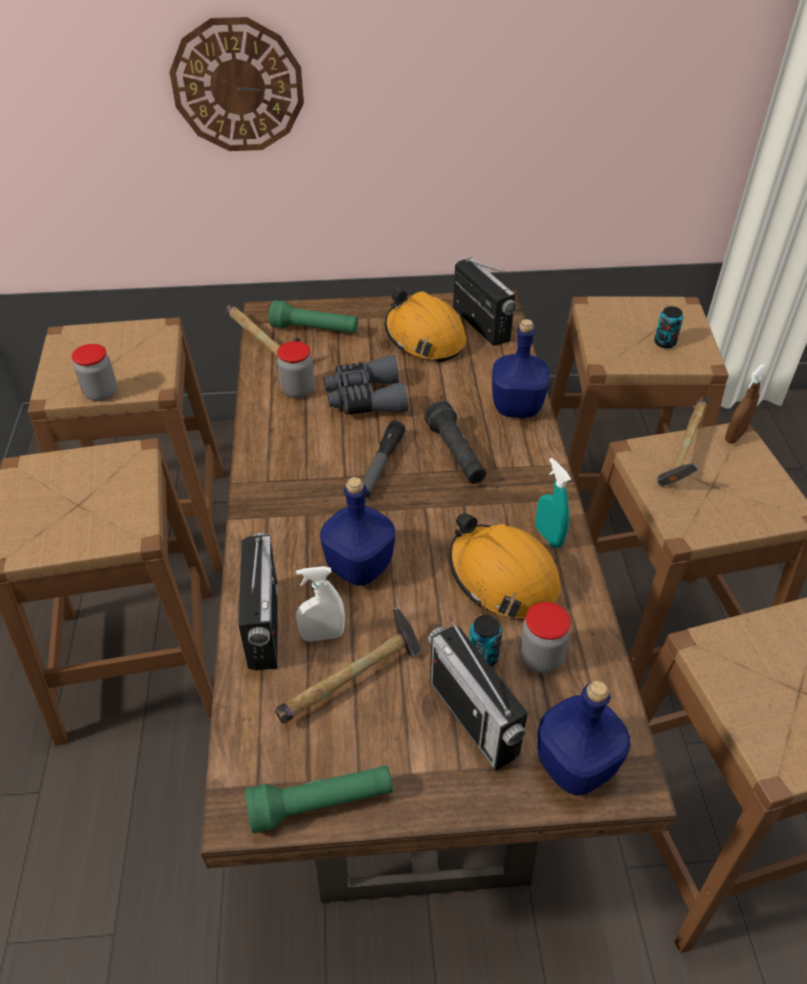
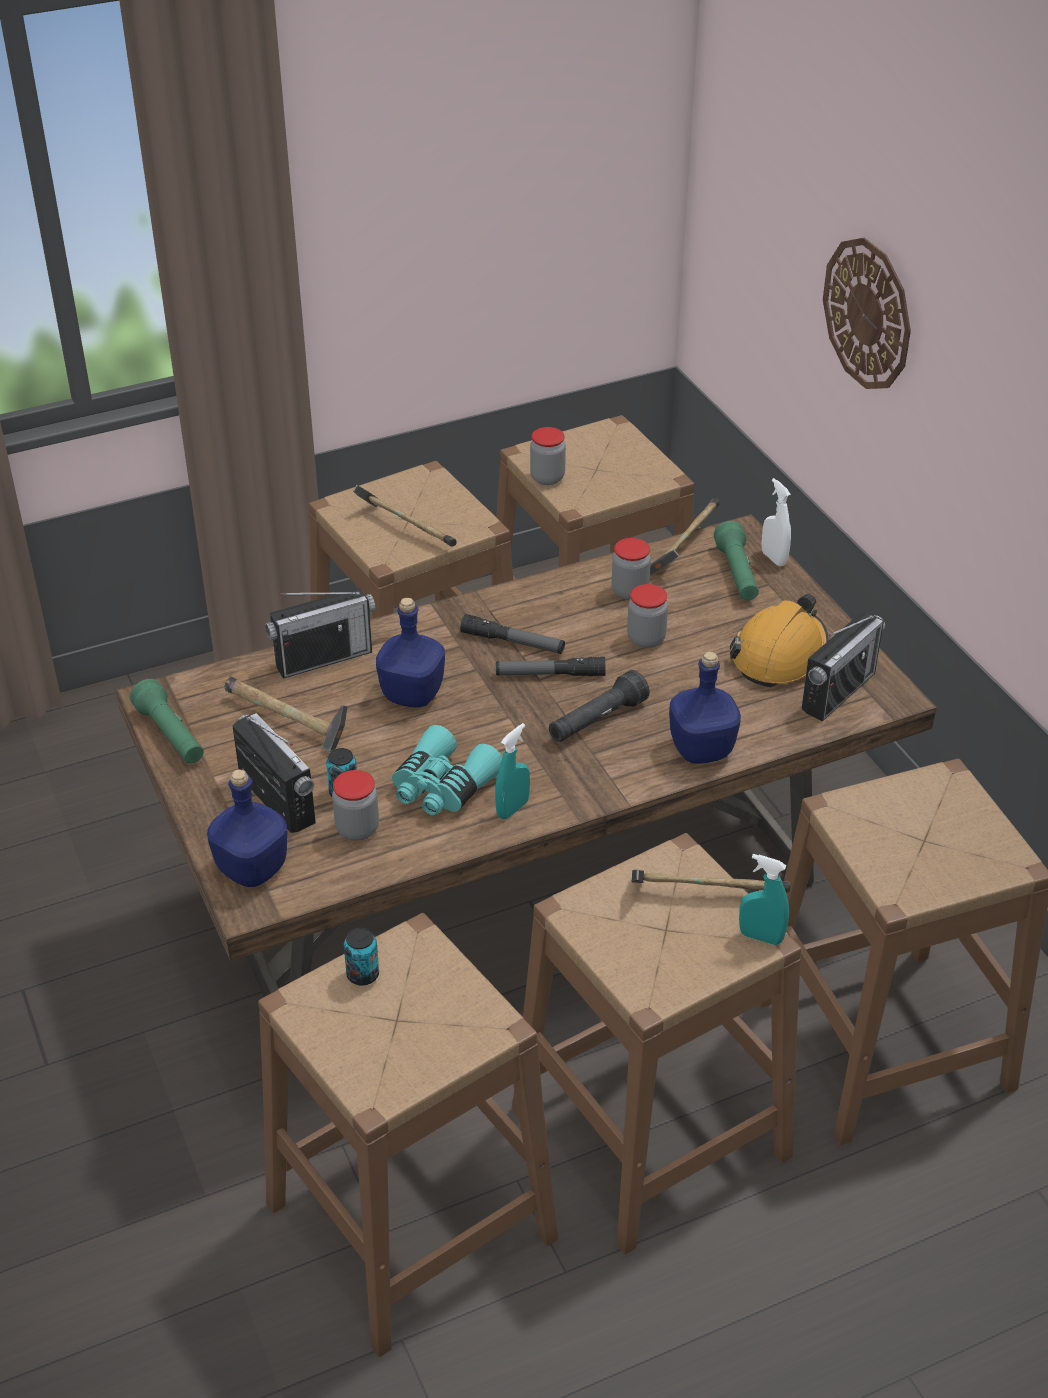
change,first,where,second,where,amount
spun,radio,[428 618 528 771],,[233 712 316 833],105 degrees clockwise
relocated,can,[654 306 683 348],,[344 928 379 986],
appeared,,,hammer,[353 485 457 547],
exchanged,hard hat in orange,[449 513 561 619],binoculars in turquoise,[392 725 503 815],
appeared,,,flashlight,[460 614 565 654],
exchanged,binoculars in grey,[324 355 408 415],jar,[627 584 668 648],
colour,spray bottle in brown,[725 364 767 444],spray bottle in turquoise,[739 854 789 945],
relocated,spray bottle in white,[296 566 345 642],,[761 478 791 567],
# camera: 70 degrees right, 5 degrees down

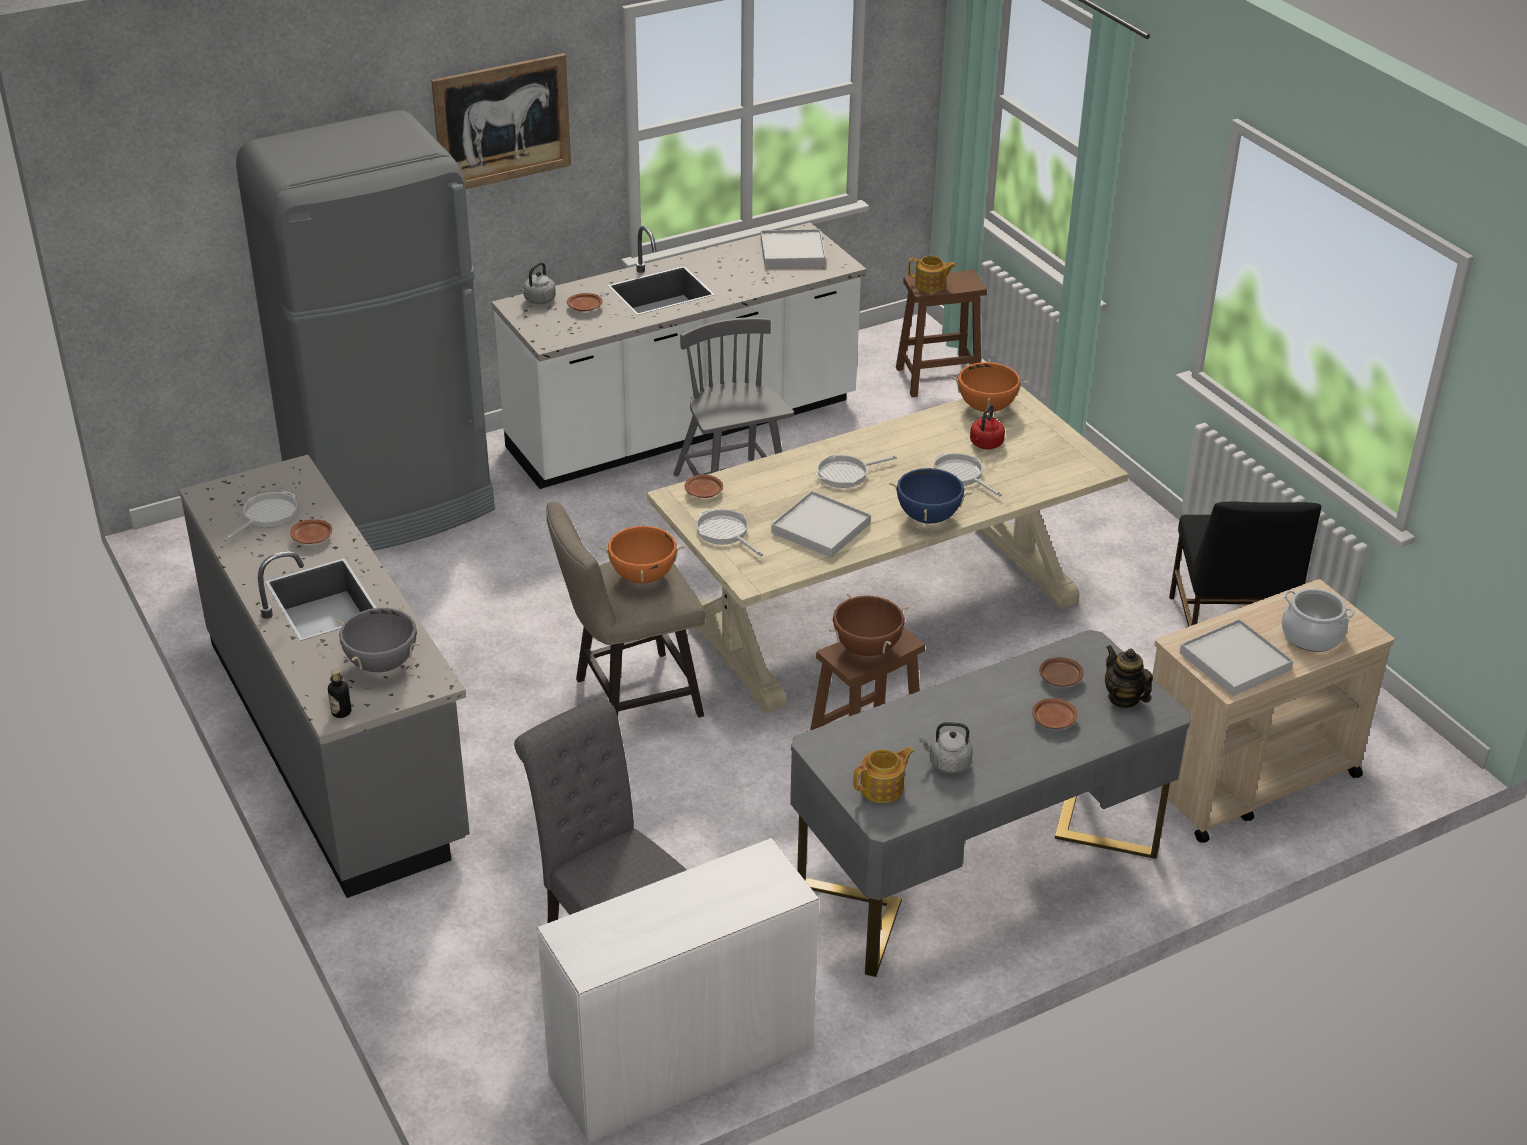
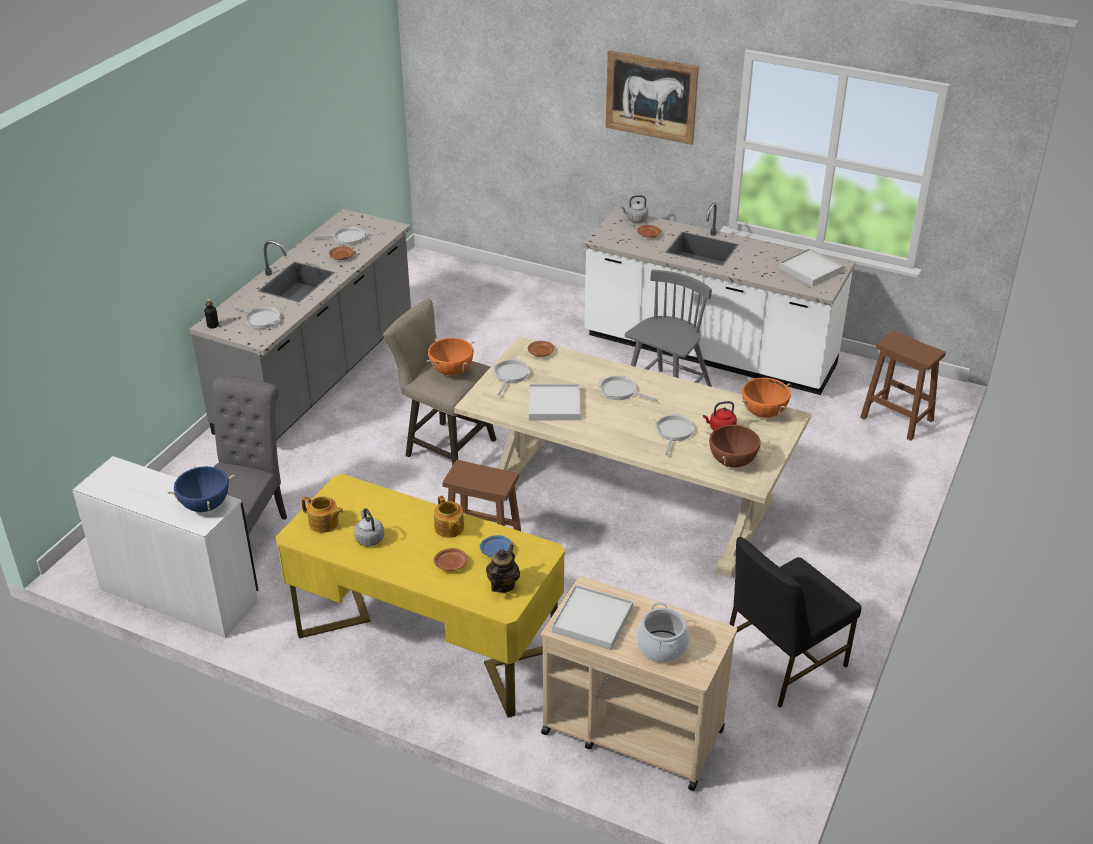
change,first,where,second,where,amount
relocated,cooking pot in blue,[889 465 972 524],,[167 465 234 512],
exchanged,cooking pot in grey,[337 605 420 673],frying pan,[231 304 280 329],
colour,desk in grey,[790 630 1191 977],desk in yellow,[276 474 565 718],
relocated,teapot,[908 256 957 292],,[434 495 464 538],
colour,plate in brown,[1039 657 1084 687],plate in blue,[480 535 513 557],
relocated,cooking pot in brown,[829 594 908 656],,[705 424 765 468],
missing,fridge in grey,[236 110 495 551],,,
# camera: 55 degrees right, 0 degrees up

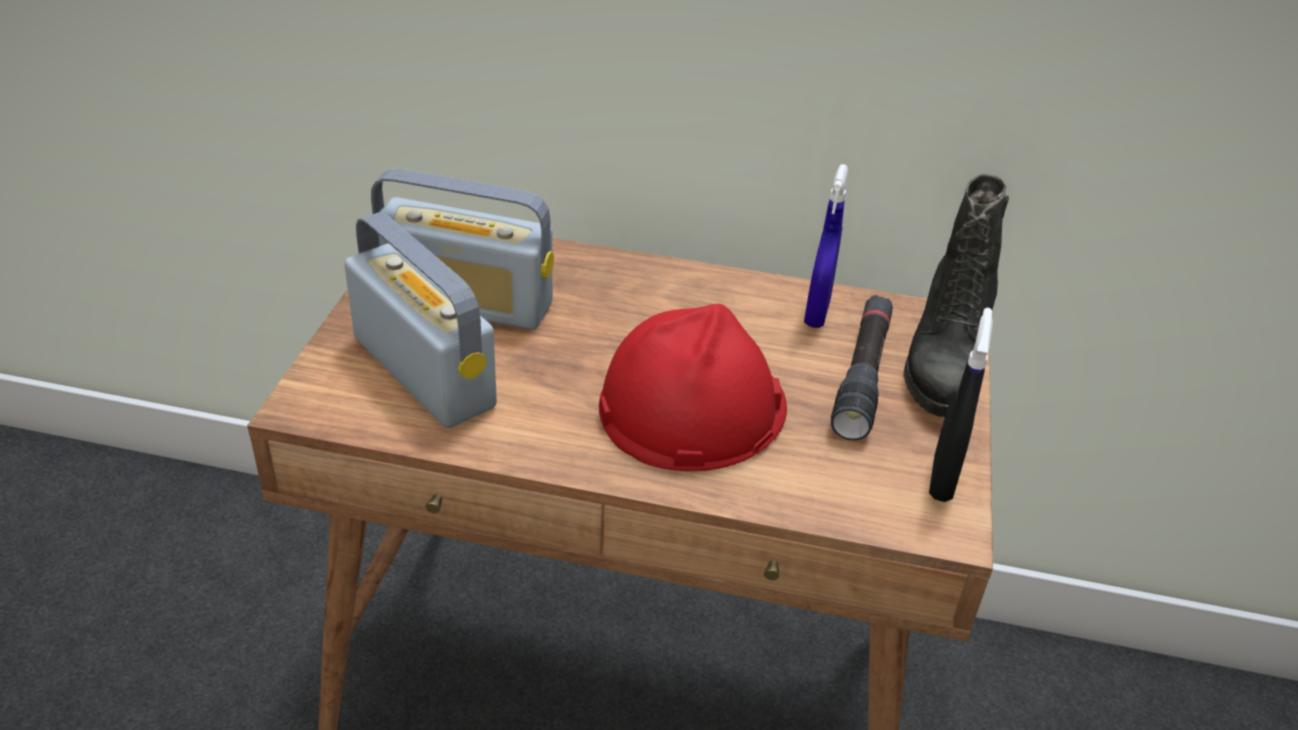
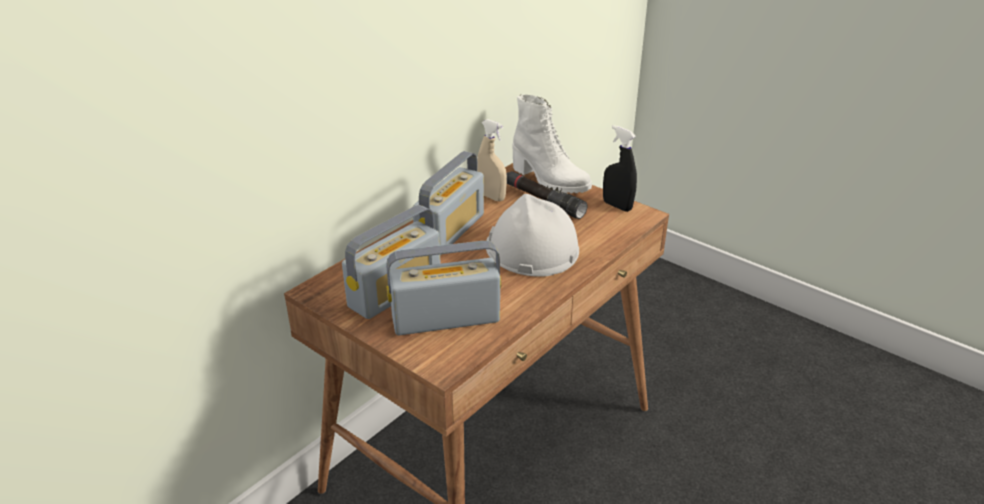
change,first,where,second,where,amount
appeared,,,radio,[413 151 484 255],
colour,spray bottle in blue,[804 164 848 328],spray bottle in beige,[477 119 507 201],
colour,hard hat in red,[599 304 787 471],hard hat in white,[486 194 579 277],
colour,boot in black,[903 174 1009 417],boot in white,[513 95 592 193],
# camera: 60 degrees left, 5 degrees down

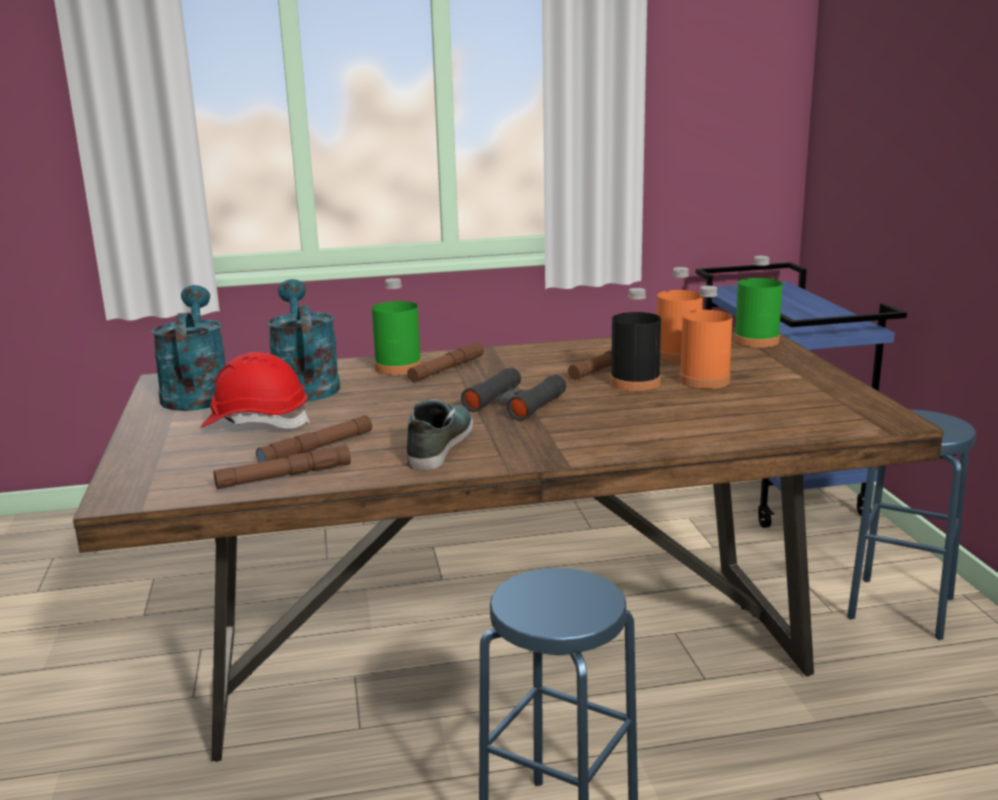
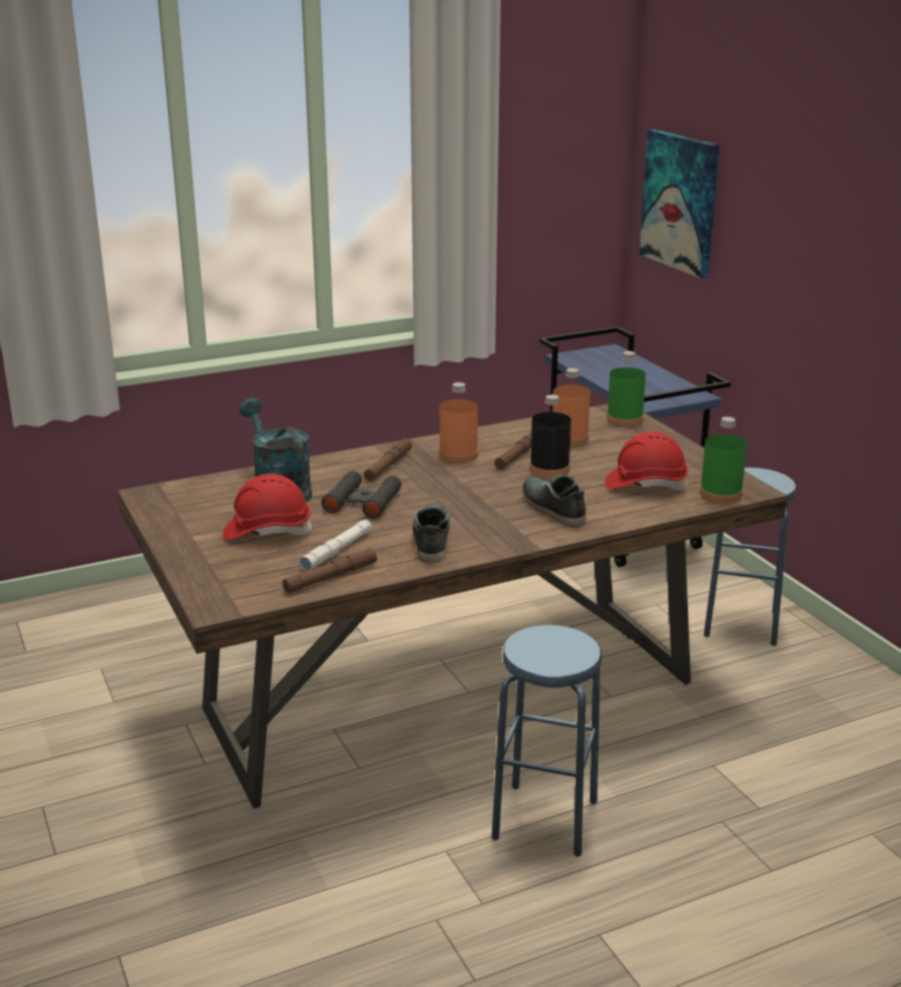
change,first,where,second,where,amount
colour,flashlight in brown,[256 415 372 462],flashlight in white,[299 519 372 571],
relocated,binoculars in black,[461 368 566 421],,[321 471 401 519],
relocated,bottle in orange,[679 285 732 389],,[439 382 478 463],
appeared,,,shoe,[522 475 586 527],
appeared,,,hard hat in red,[605 431 688 490],
appeared,,,picture,[639 129 719 279],
relocated,bottle in green,[372 278 422 375],,[700 417 747 503],
missing,watering can in turquoise,[151 285 225 411],,,
# camera: 15 degrees left, 5 degrees up

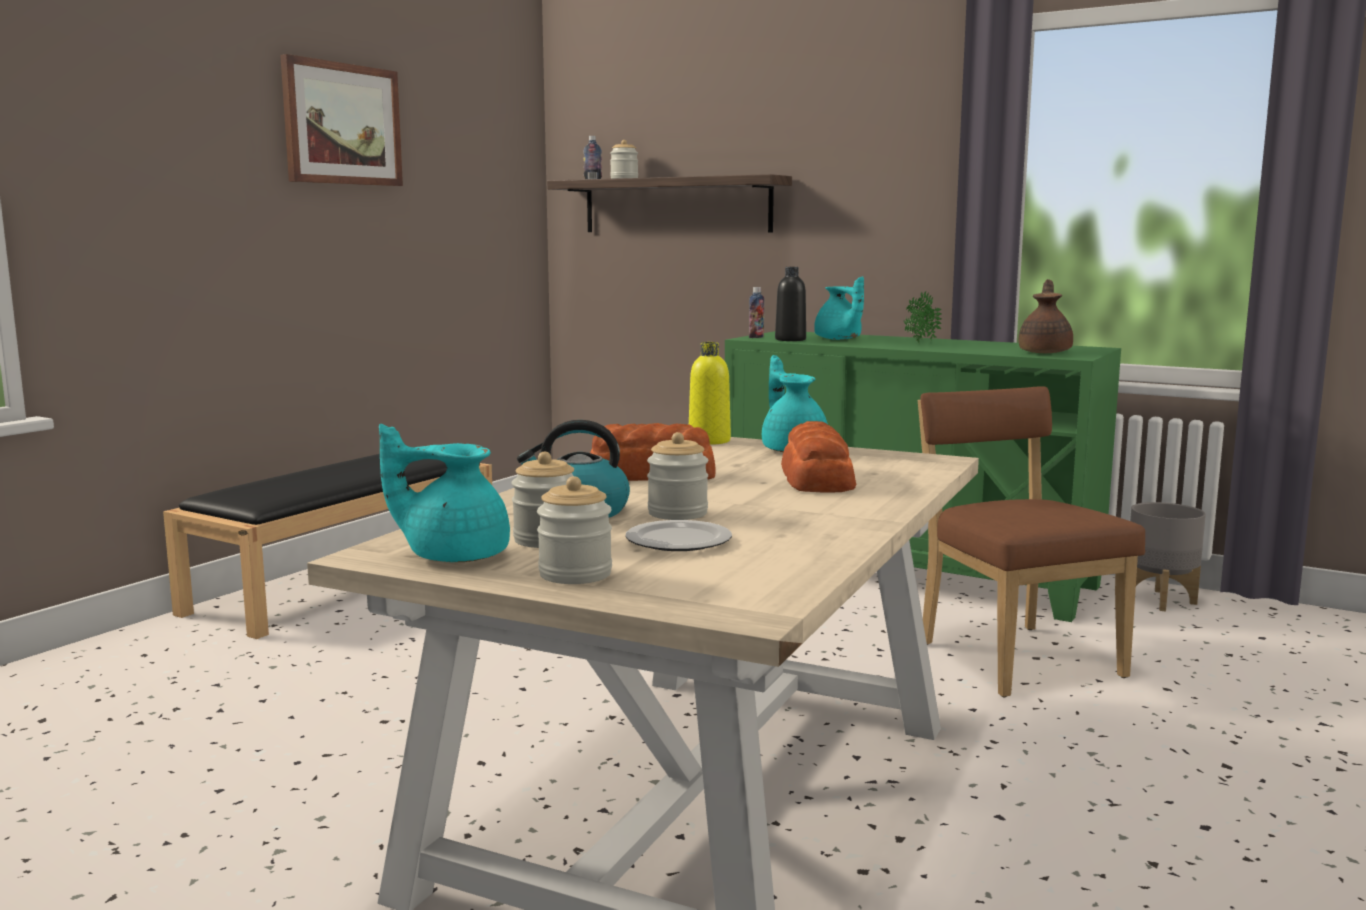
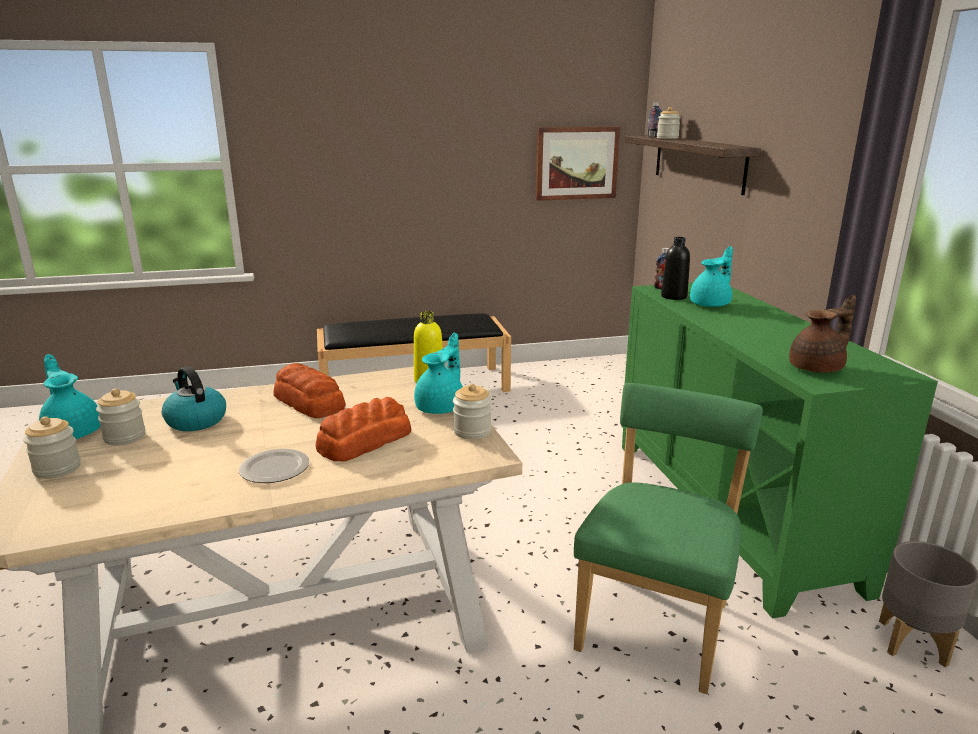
change,first,where,second,where,amount
relocated,plate,[626 520 732 551],,[239 449 309 483],
relocated,jar,[647 432 708 520],,[453 383 491 439],
relocated,picture,[280 54 403 186],,[536 127 620 201],
colour,chair in brown,[918 386 1145 697],chair in green,[574 383 763 694],
spun,teapot in turquoise,[814 276 864 340],,[690 246 733 307],150 degrees counterclockwise
missing,potted plant,[904 291 942 344],,,
# camera: 45 degrees right, 10 degrees up

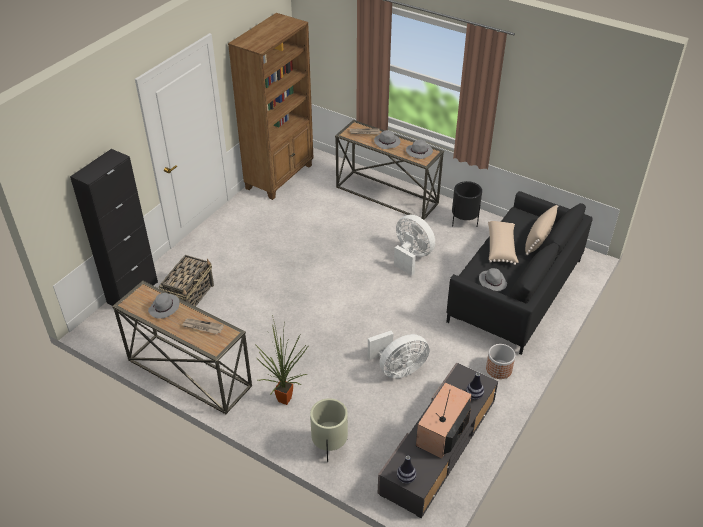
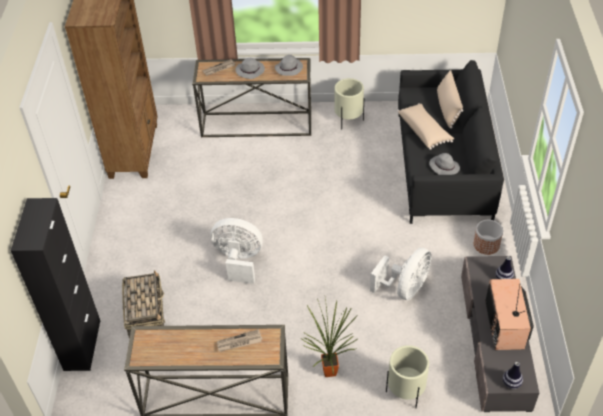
change,first,where,second,where,amount
relocated,fan in white,[394 214 435 276],,[210 218 263 284],
colour,planter in black,[452 181 482 227],planter in beige,[334 78 364 130],
missing,hat in grey,[148 293 179 319],,,
# camera: 30 degrees left, 5 degrees up

